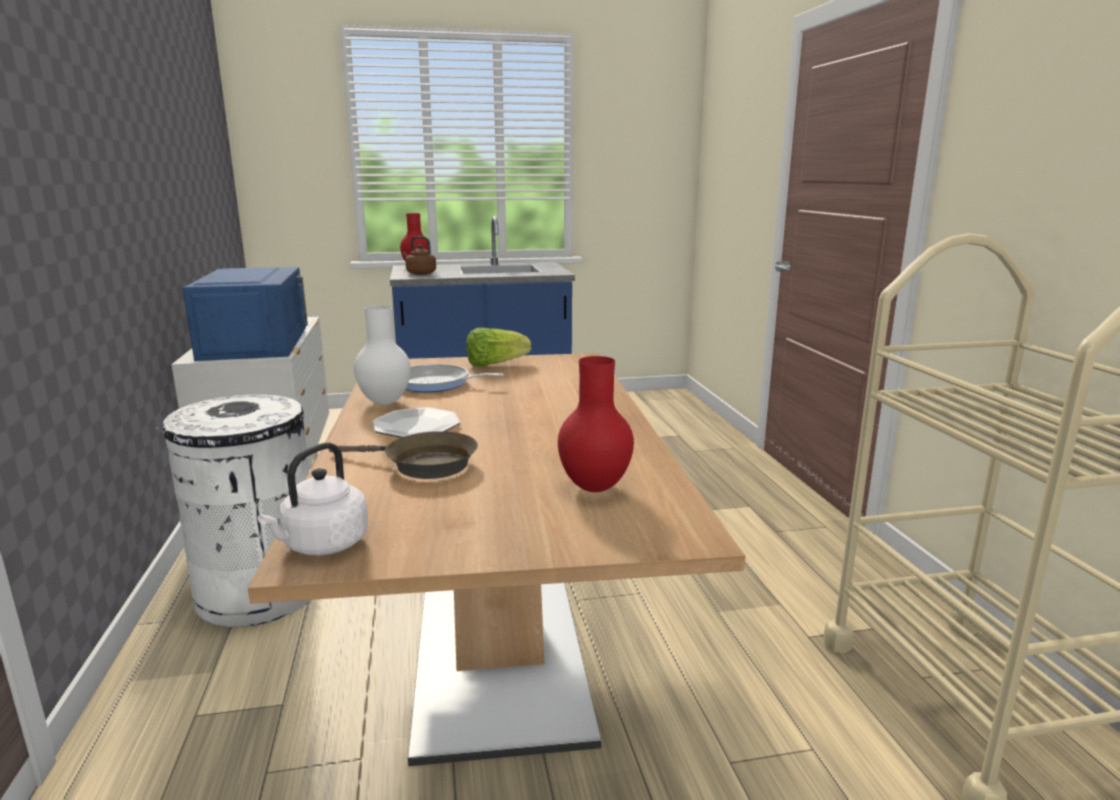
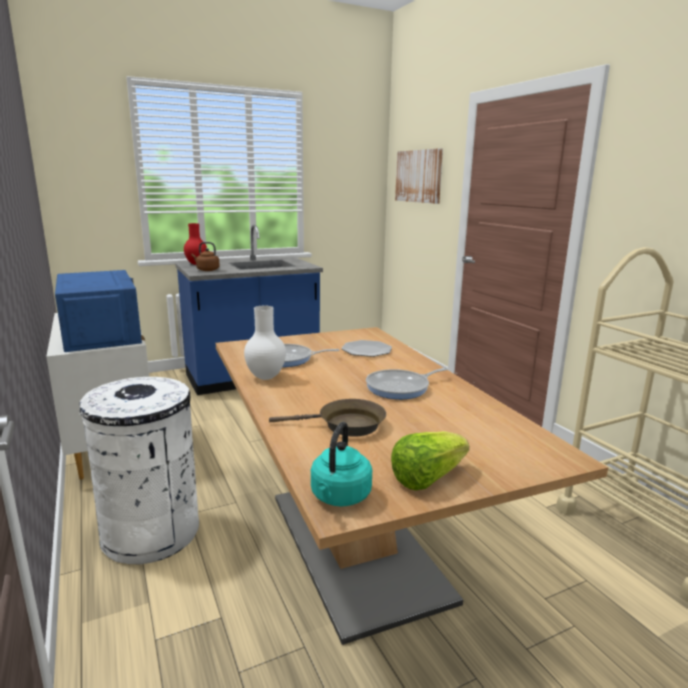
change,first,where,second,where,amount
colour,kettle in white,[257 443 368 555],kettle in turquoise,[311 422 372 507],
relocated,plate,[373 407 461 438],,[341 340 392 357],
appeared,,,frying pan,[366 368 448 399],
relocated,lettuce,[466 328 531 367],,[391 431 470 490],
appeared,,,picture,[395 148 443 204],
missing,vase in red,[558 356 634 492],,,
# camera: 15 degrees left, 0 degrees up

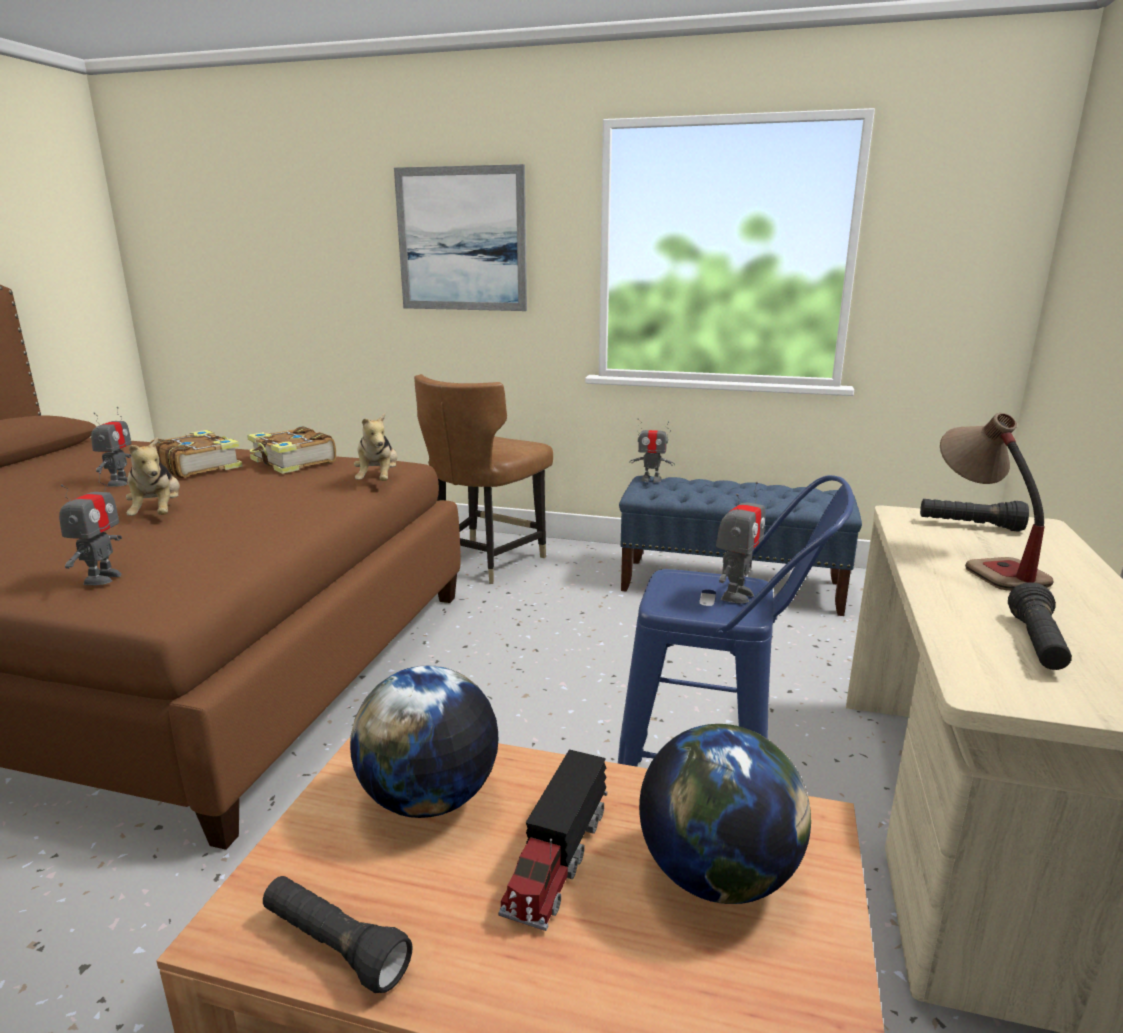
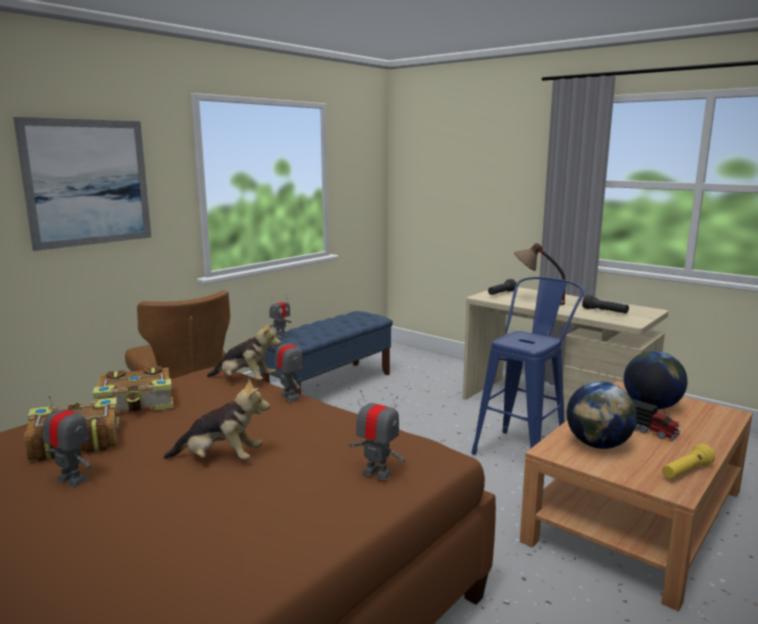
change,first,where,second,where,amount
relocated,toy robot,[716 482 766 604],,[275 332 303 402],
colour,flashlight in black,[263 876 413 993],flashlight in yellow,[662 444 715 479],
# camera: 65 degrees left, 5 degrees down

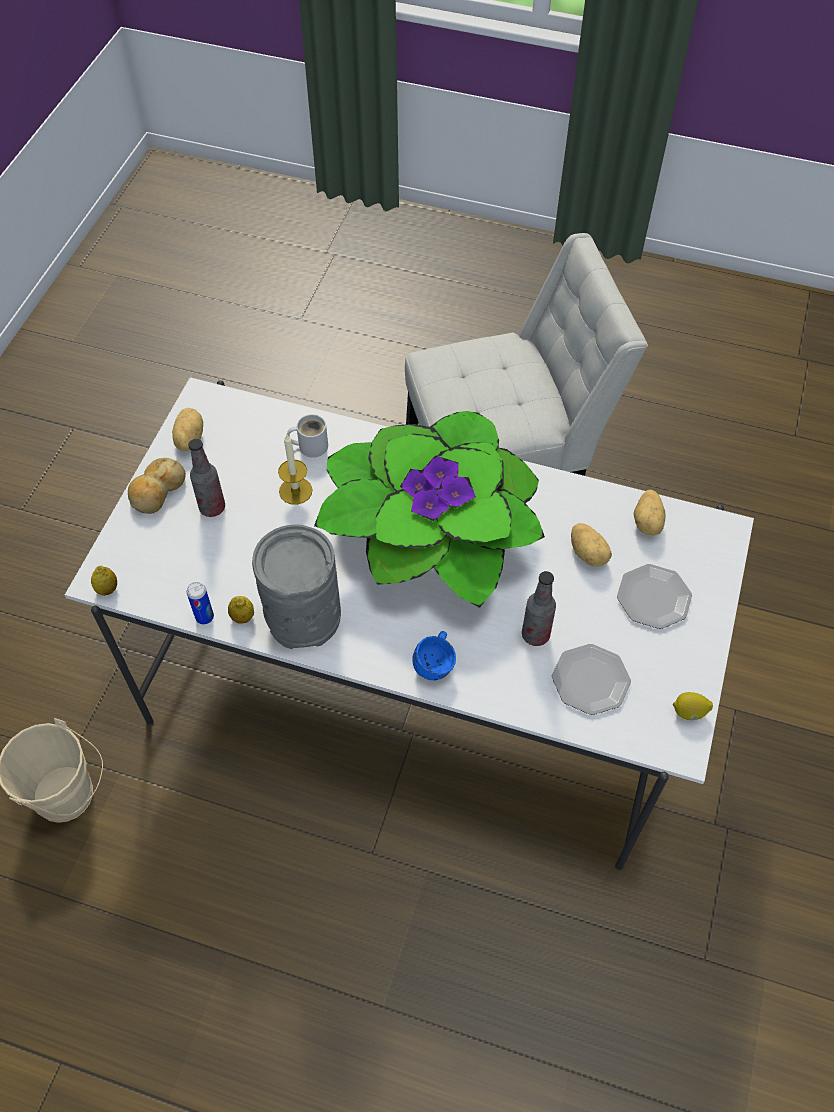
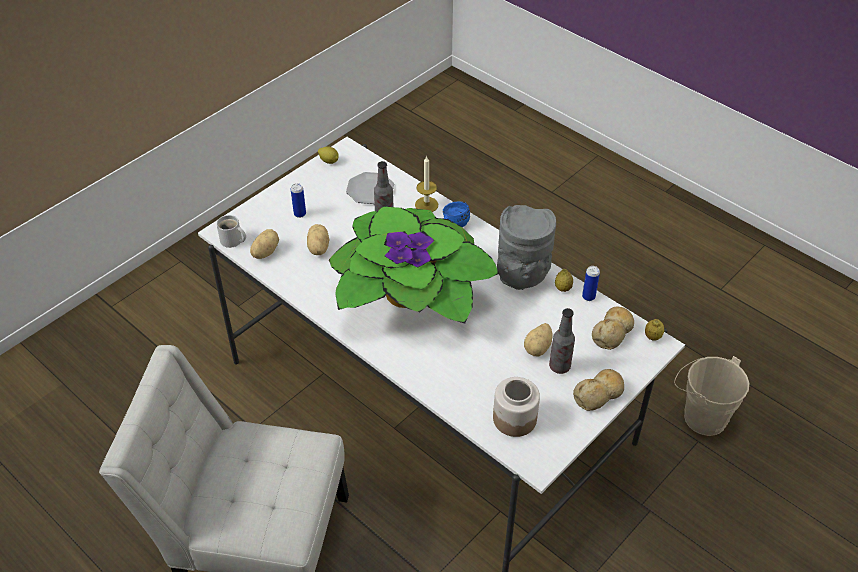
change,first,where,second,where,amount
relocated,mug in white,[287 414 328 458],,[216 215 246 248],
exchanged,plate,[617 564 692 629],can,[291 183 306 218],
relocated,candle,[278 434 313 505],,[415 155 438 212],
appeared,,,jar,[493 377 540 437],
relocated,potato,[172 408 203 451],,[524 323 553 357],
appeared,,,bread,[592 306 634 350],
# camera: 155 degrees left, 10 degrees down

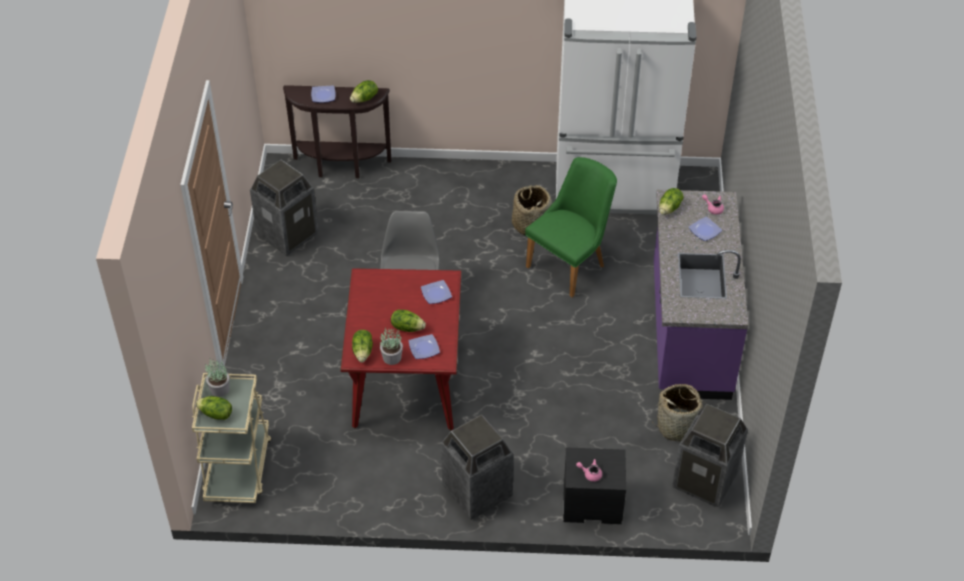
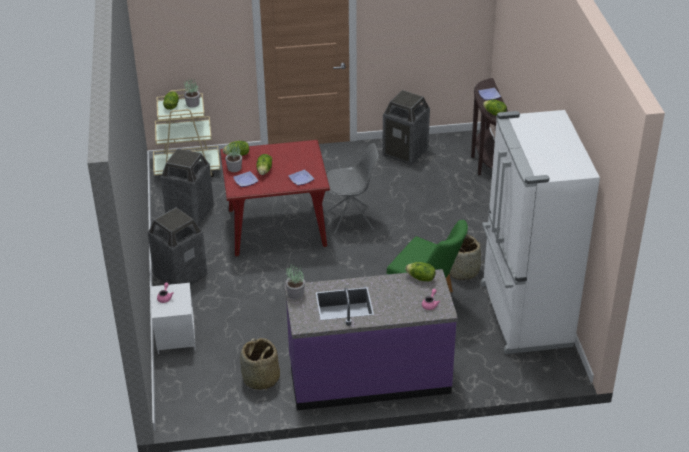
change,first,where,second,where,amount
colour,nightstand in black,[563 447 626 524],nightstand in white,[151 283 196 354],
relocated,trash can,[672 404 748 508],,[160 148 214 226],
appeared,,,potted plant,[285 263 305 299],
missing,plate,[689 217 722 241],,,
# camera: 80 degrees right, 10 degrees down

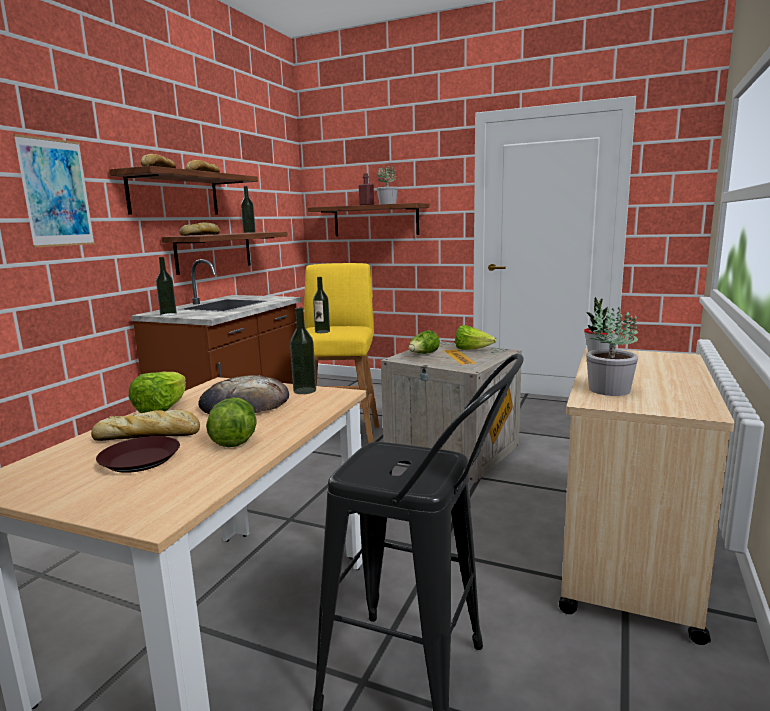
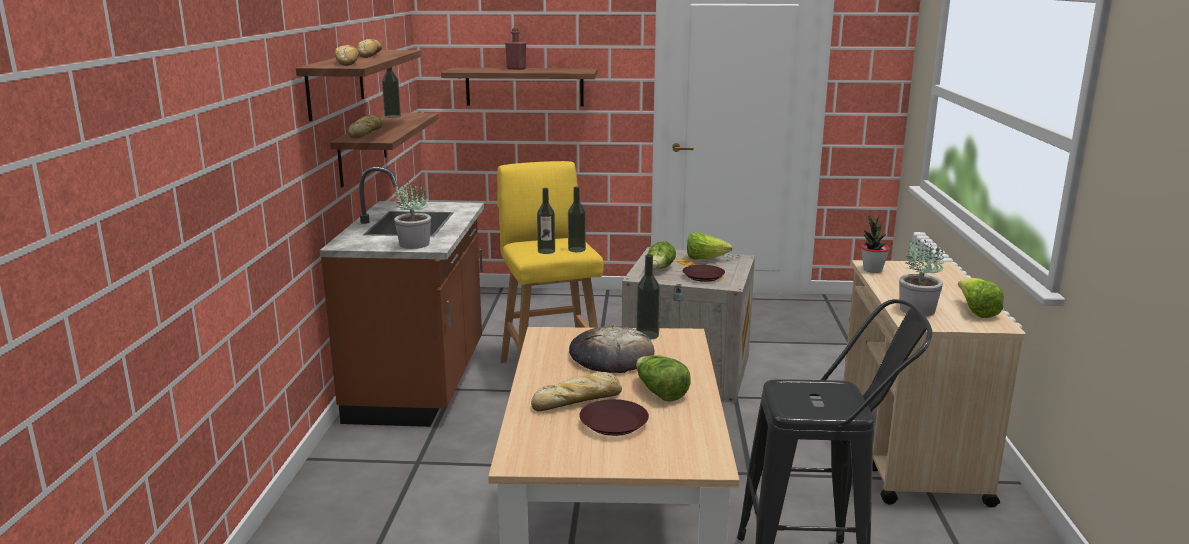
change,first,where,second,where,amount
relocated,potted plant,[377 166 398 204],,[394 180 431 249],
relocated,bottle,[156 257 177 316],,[568 186 586 252],
appeared,,,plate in brown,[683 265 725 282],
relocated,lettuce,[129 372 186 413],,[958 278 1004 318],
missing,picture,[13 134 95 247],,,
# camera: 20 degrees left, 5 degrees up

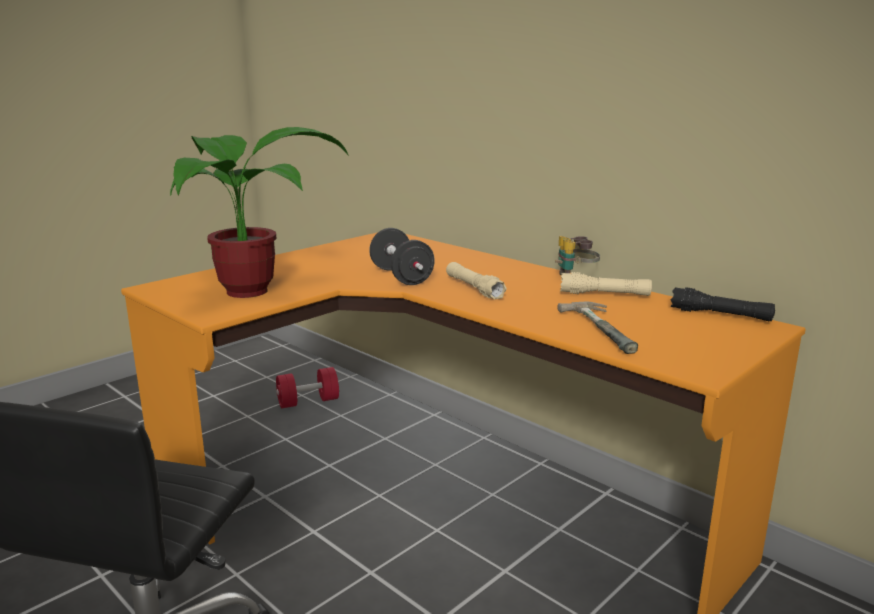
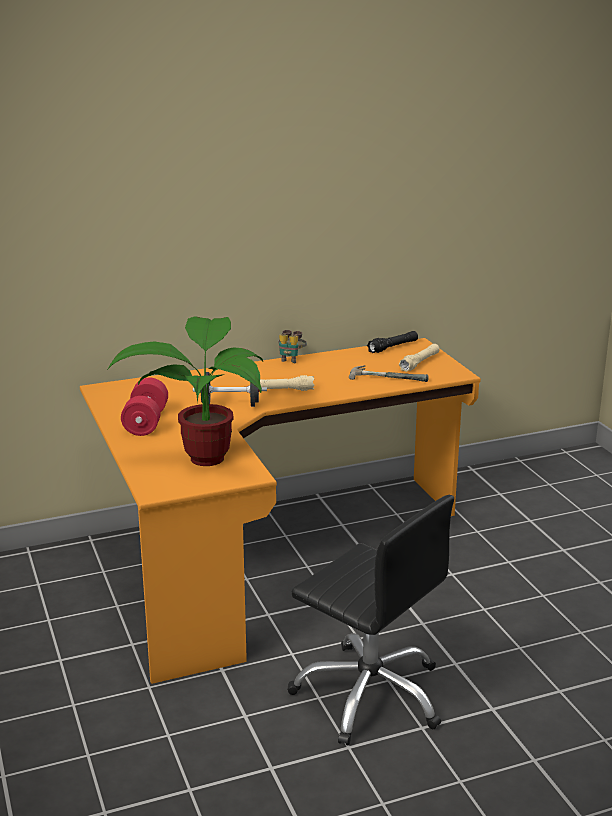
change,first,where,second,where,amount
relocated,dumbbell in red,[276 367 339 408],,[121 378 168 436],
relocated,flashlight in beige,[560 272 652 296],,[399 344 440 372],
# camera: 65 degrees left, 5 degrees up

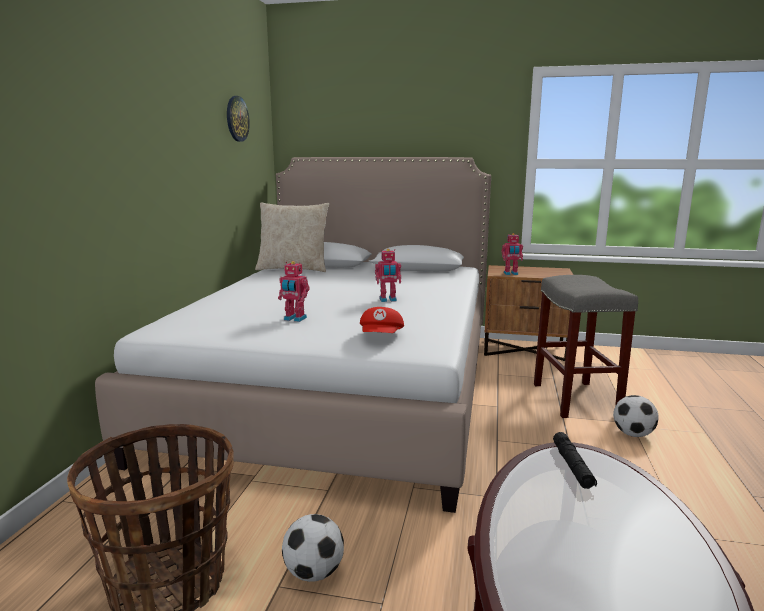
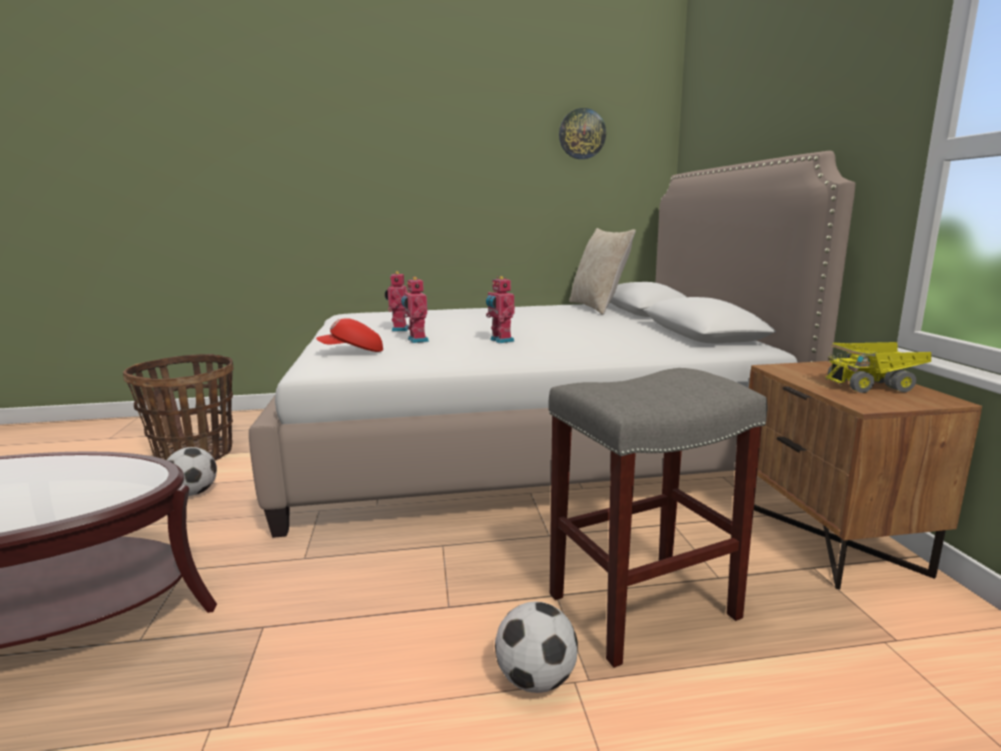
change,first,where,second,where,amount
relocated,toy robot,[501 233 523 275],,[401 277 429 343],
appeared,,,toy truck,[825 342 931 393],
missing,flashlight in black,[553 432 597 489],,,
# camera: 70 degrees right, 0 degrees up

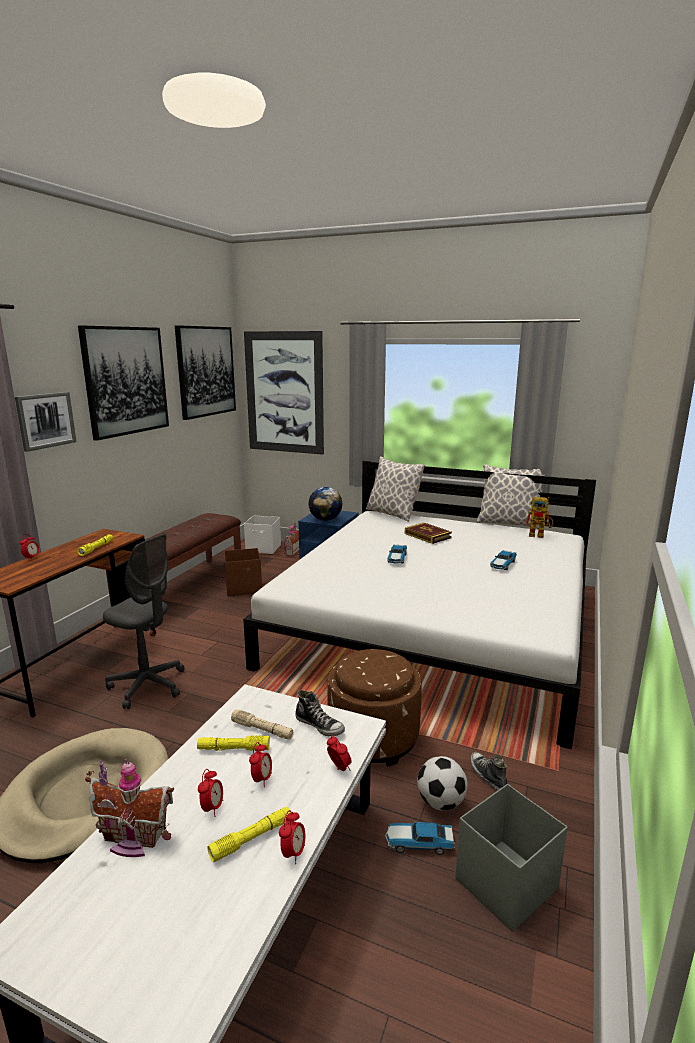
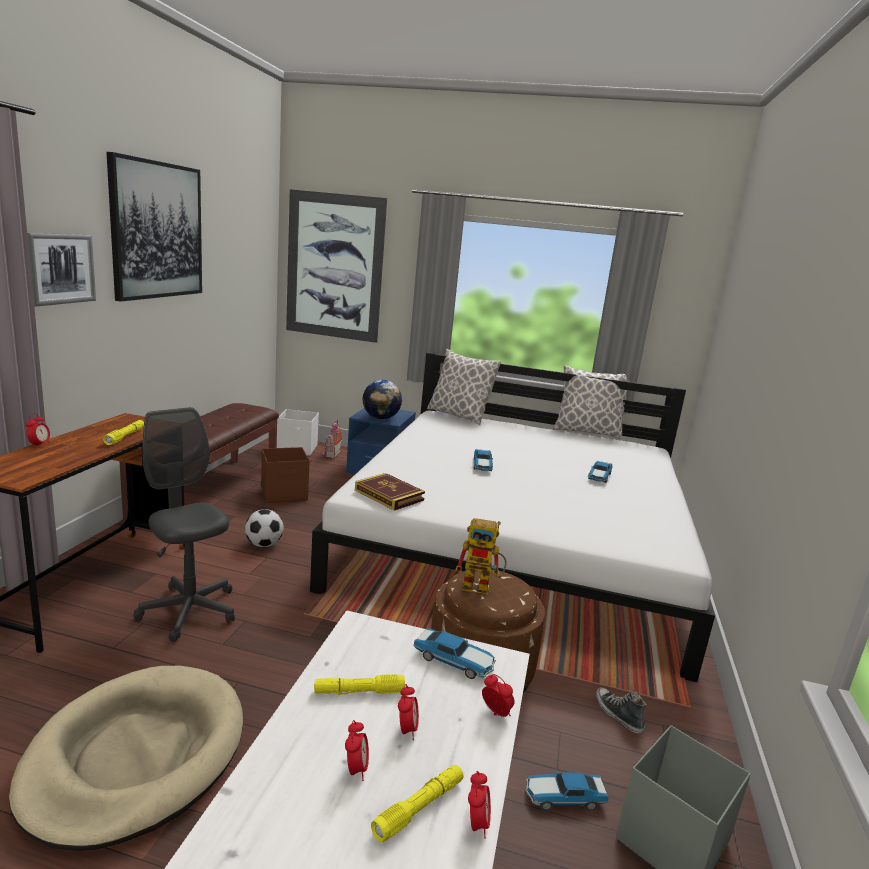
change,first,where,second,where,amount
spun,office chair in grey,[103 534 185 709],,[133 407 235 642],150 degrees counterclockwise
relocated,football,[417 756 468 810],,[245 509 284 547],
relocated,book,[405 523 452 544],,[355 473 425 511],
exchanged,shoe,[295 690 345 736],toy car,[413 628 496 679],
relocated,toy robot,[525 497 553 538],,[455 518 507 595],
missing,toy house,[85 759 174 857],,,
missing,picture,[175 325 236 420],,,
missing,flashlight in beige,[231 709 293 740],,,
# camera: 10 degrees left, 0 degrees up

